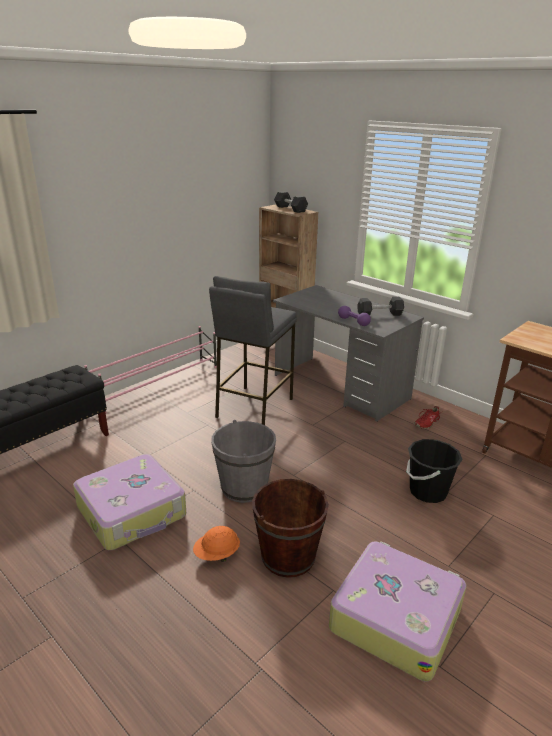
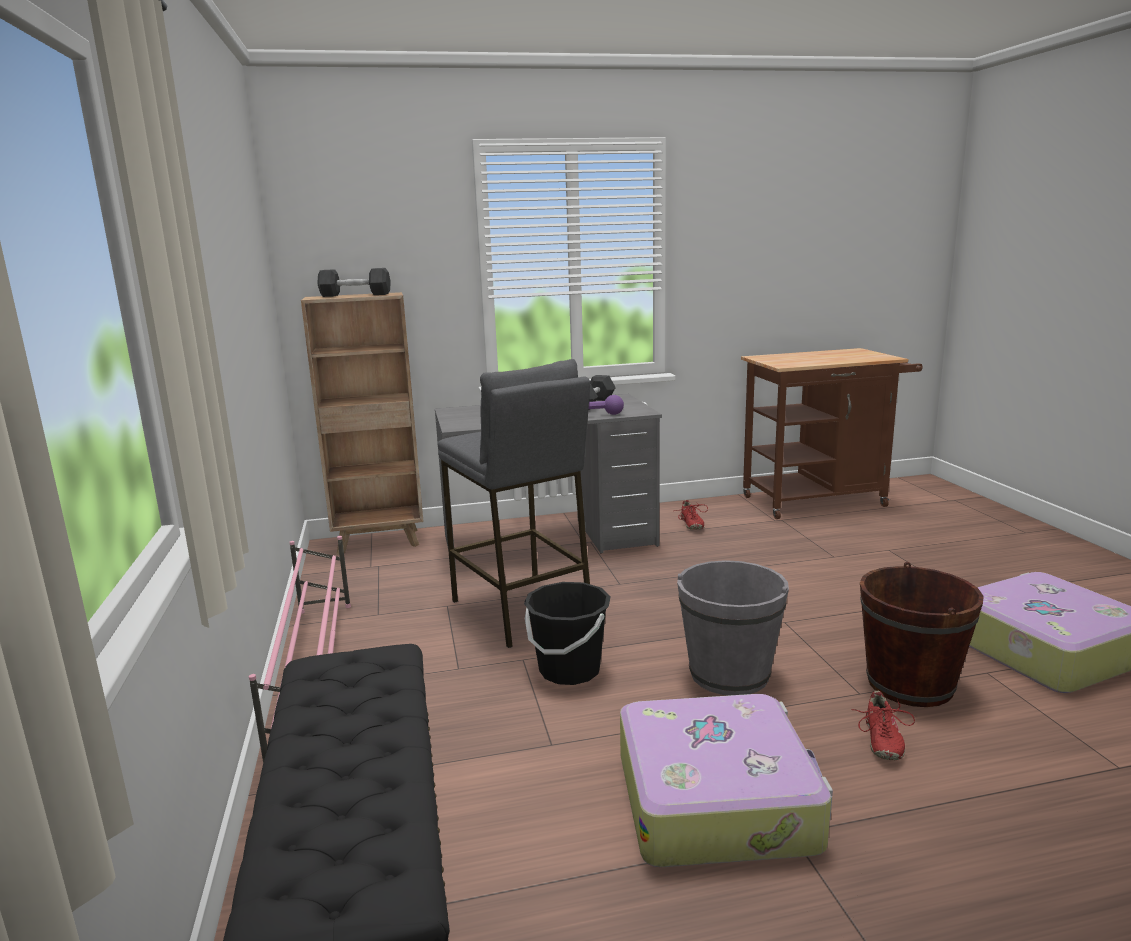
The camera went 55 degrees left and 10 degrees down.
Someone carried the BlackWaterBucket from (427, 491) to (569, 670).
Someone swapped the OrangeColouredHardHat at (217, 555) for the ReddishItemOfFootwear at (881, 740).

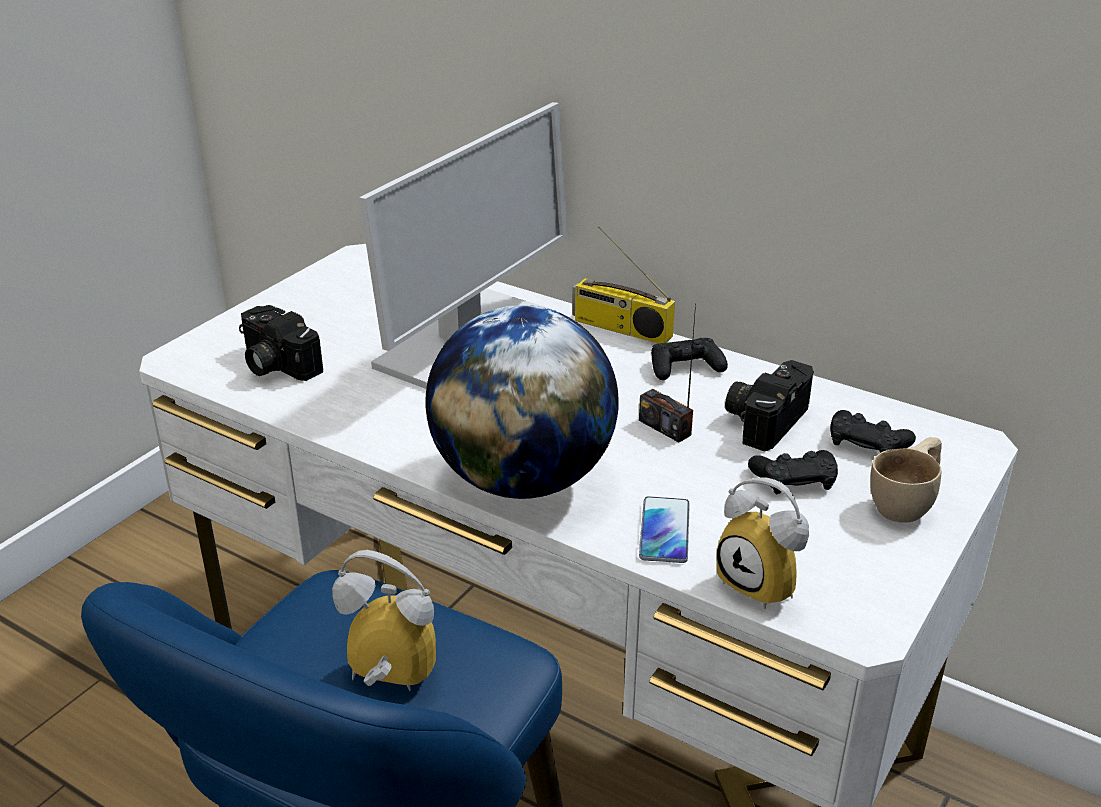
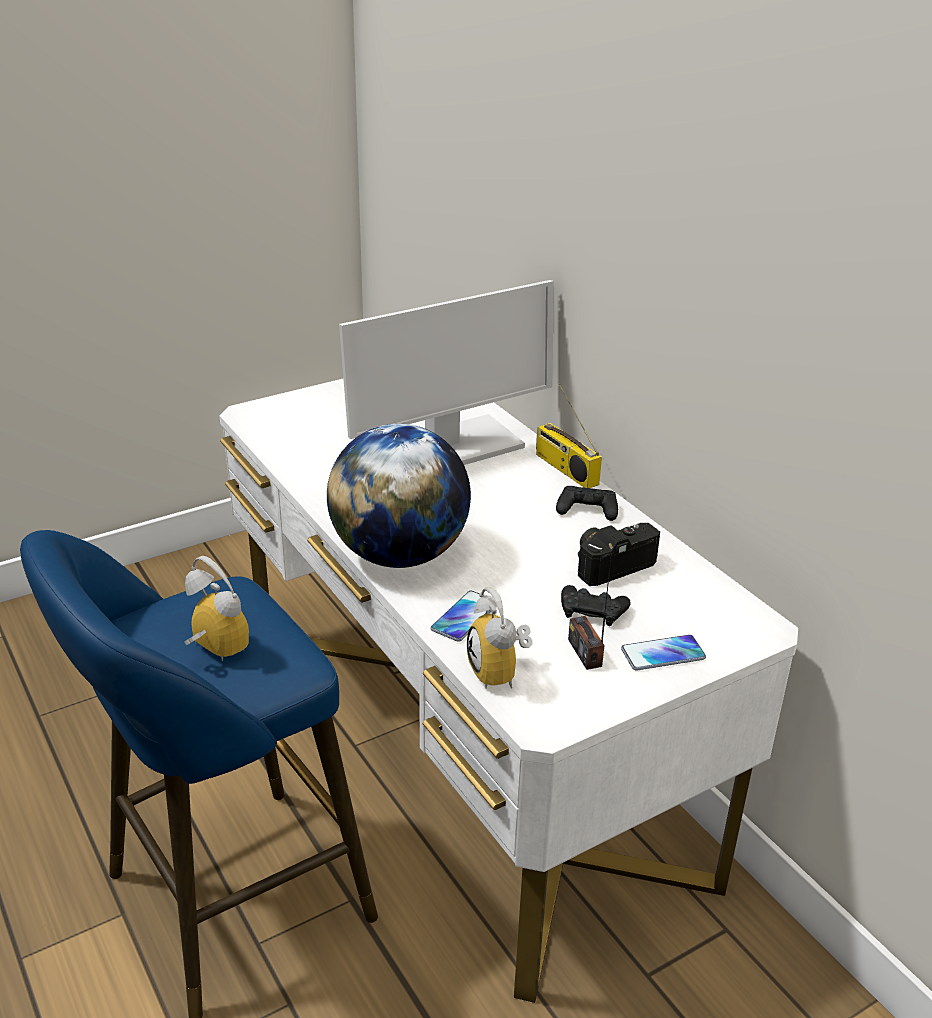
The camera went 25 degrees right and 0 degrees up.
Someone carried the RadioReceiver from (665, 427) to (585, 652).
Someone swapped the SandColouredSmallCup at (908, 503) for the Phone at (663, 654).
Someone took away the StillCamera at (274, 364).
Someone took away the BlackGamepad at (867, 443).

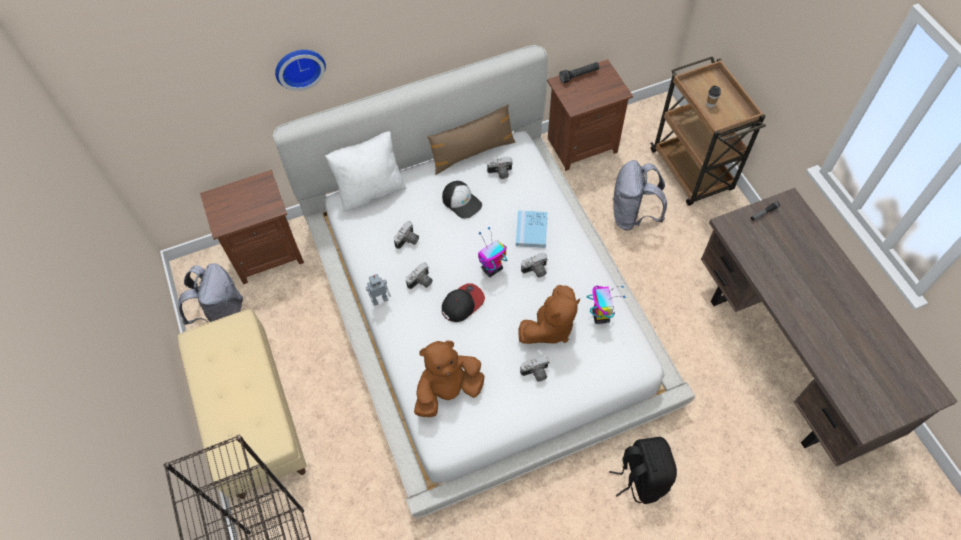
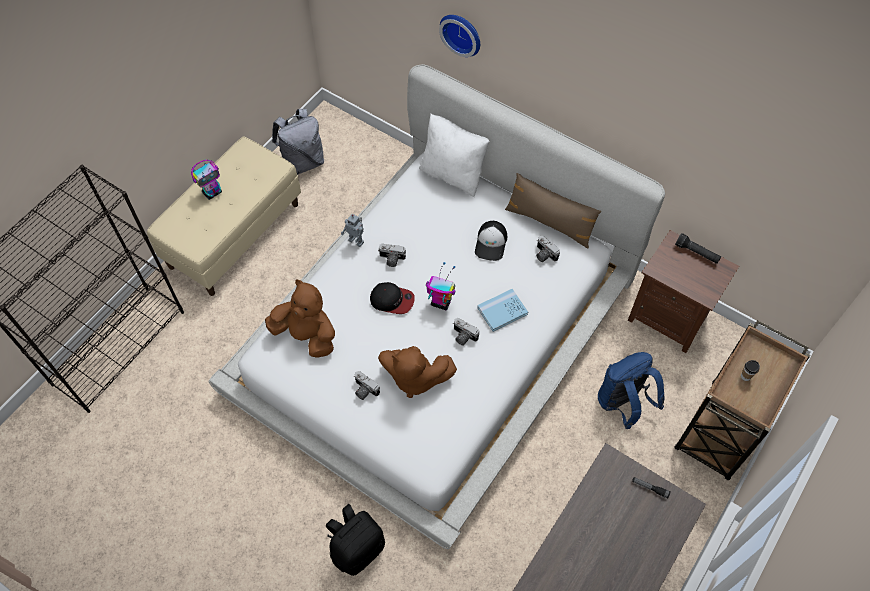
The camera went 55 degrees right and 0 degrees up.
Someone carried the ModelRobot from (600, 315) to (212, 192).
Someone repainted the GreyKnapsack at (632, 216), which became the BluishKnapsack at (623, 404).
Someone took away the BrownNightstand at (267, 253).
Someone took away the StillCamera at (408, 241).

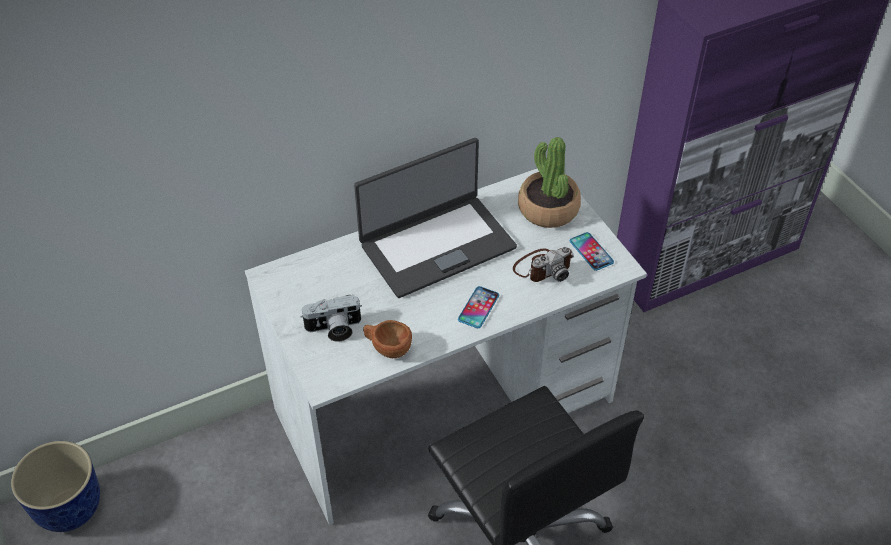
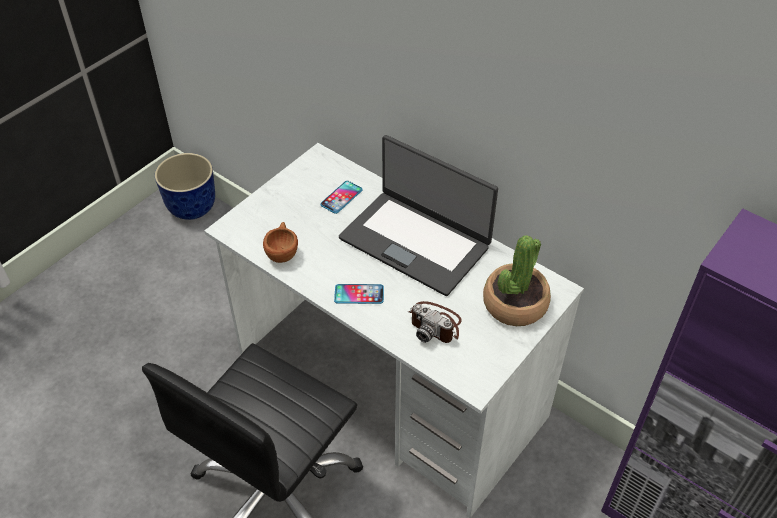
The camera went 65 degrees right and 0 degrees up.
Someone carried the Phone from (591, 252) to (341, 197).
Someone took away the StillCamera at (334, 329).

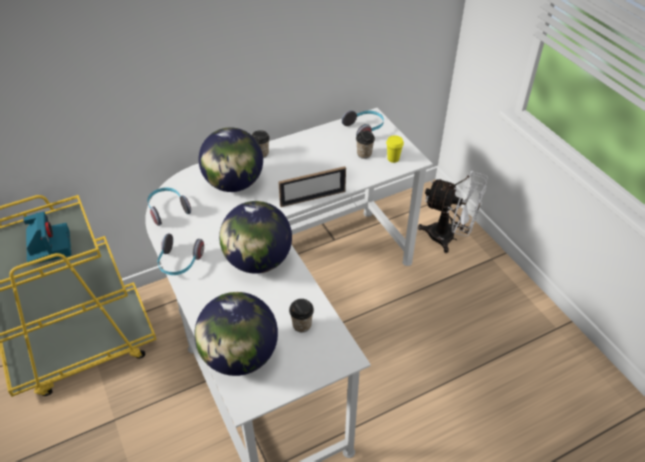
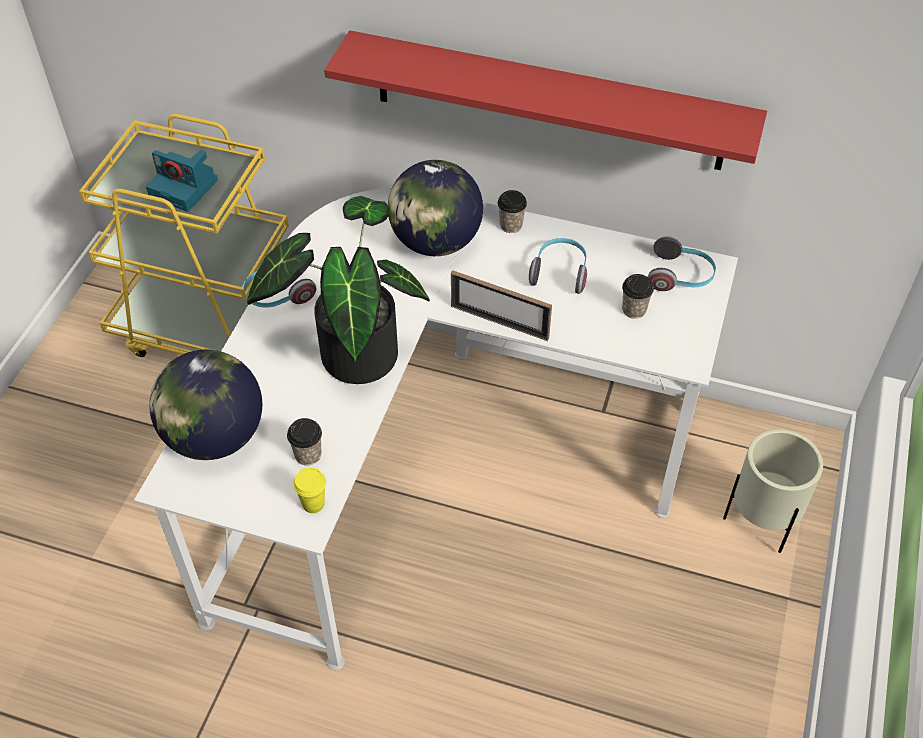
The camera went 45 degrees right and 5 degrees up.
Someone rotated the StillCamera at (48, 246) by 90 degrees clockwise.
Someone swapped the WorldGlobe at (258, 261) for the PlantInAPot at (351, 351).
Someone carried the YellowColouredSmallCup from (393, 159) to (313, 504).
Someone put up the ReddishBracketShelf at (548, 101).
Someone carried the PairOfHeadphones from (167, 210) to (560, 272).
Someone swapped the WhiteCoolingFan at (448, 237) for the SandColouredPlanter at (761, 523).

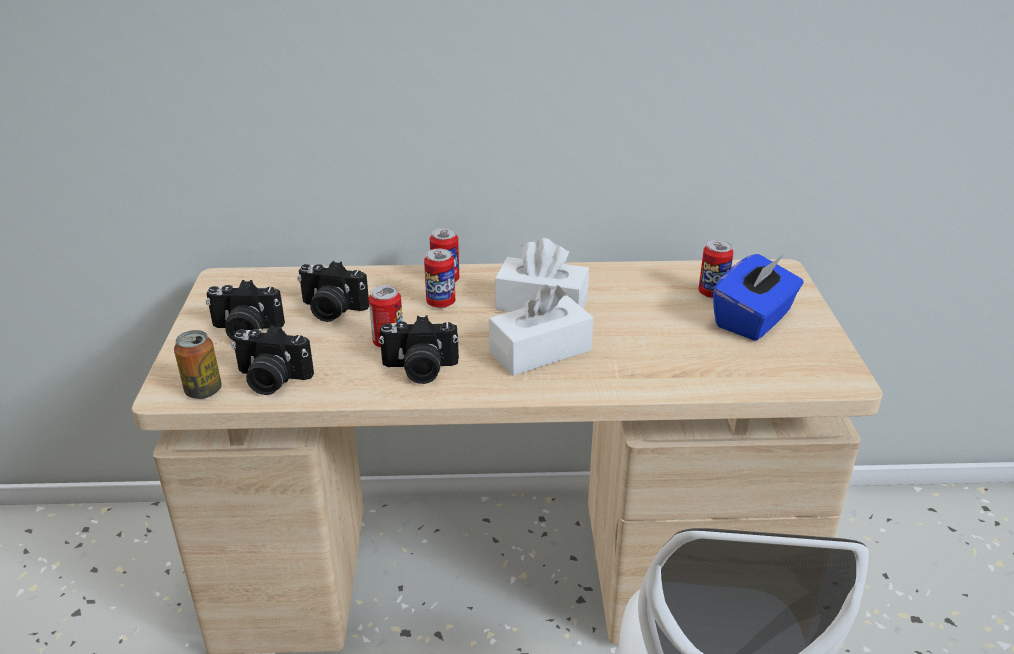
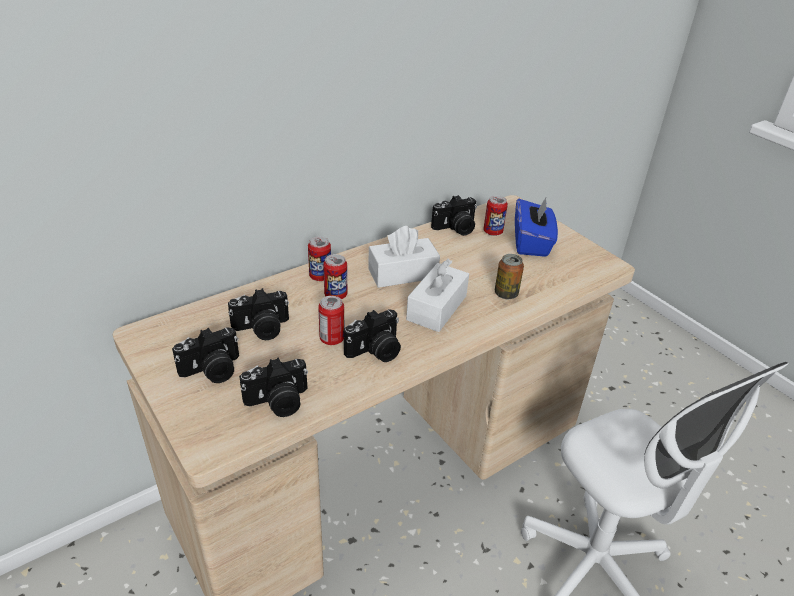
The camera went 35 degrees left and 5 degrees up.
Someone put down the StillCamera at (455, 228).
Someone carried the MetalCan from (203, 391) to (506, 294).

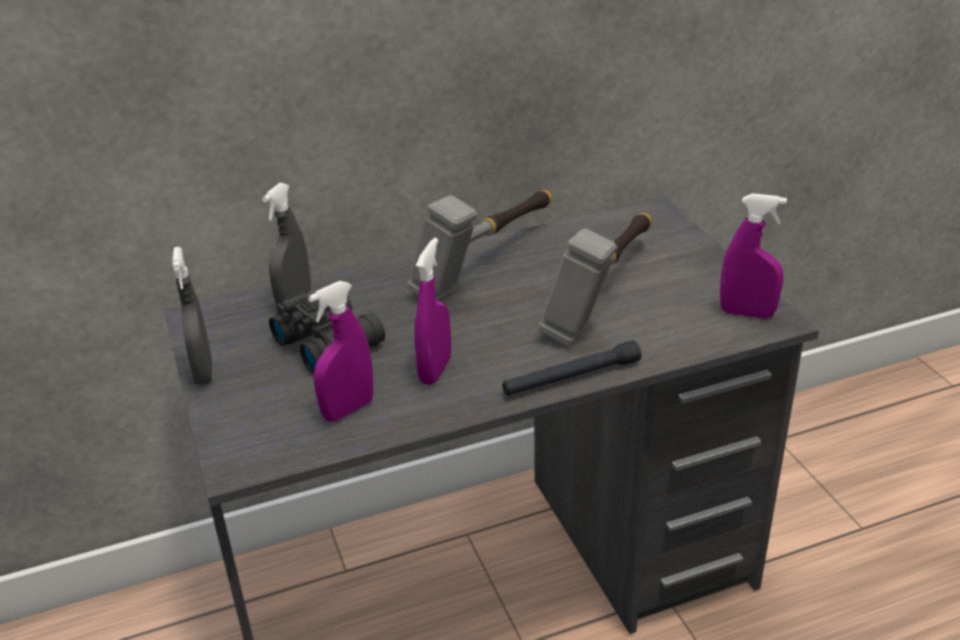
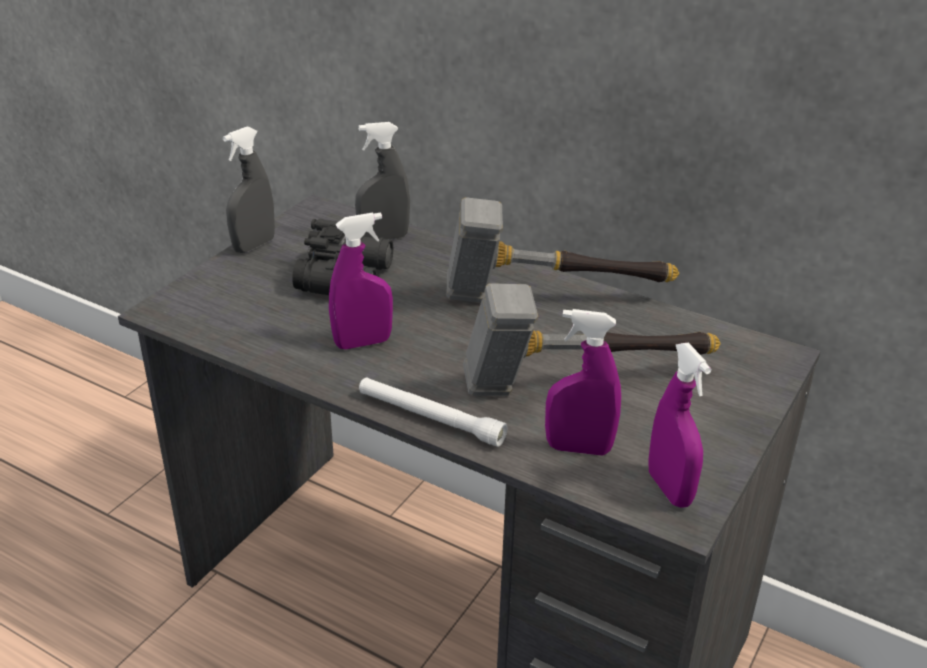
The camera went 50 degrees right and 0 degrees up.
Someone repainted the BlackTorch at (571, 378), which became the WhiteTorch at (430, 418).
Someone carried the PurpleSprayBottle from (348, 409) to (578, 448).

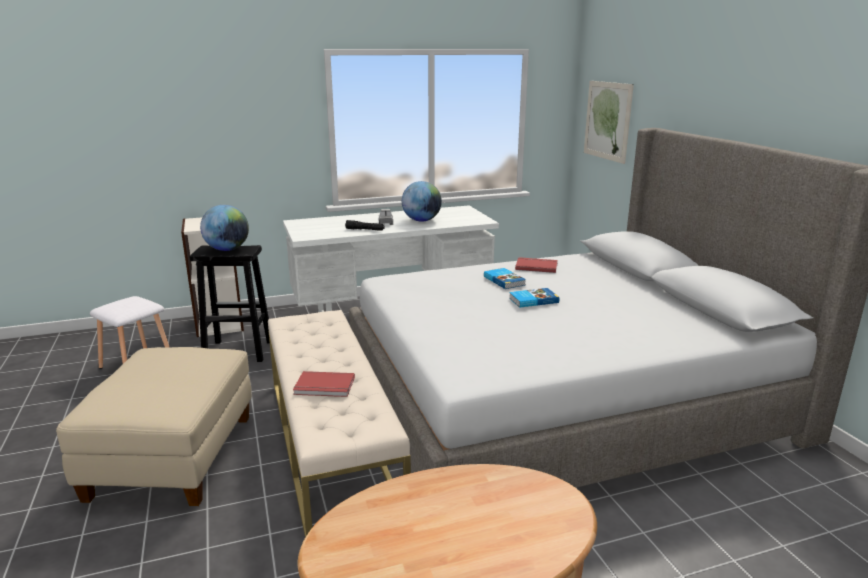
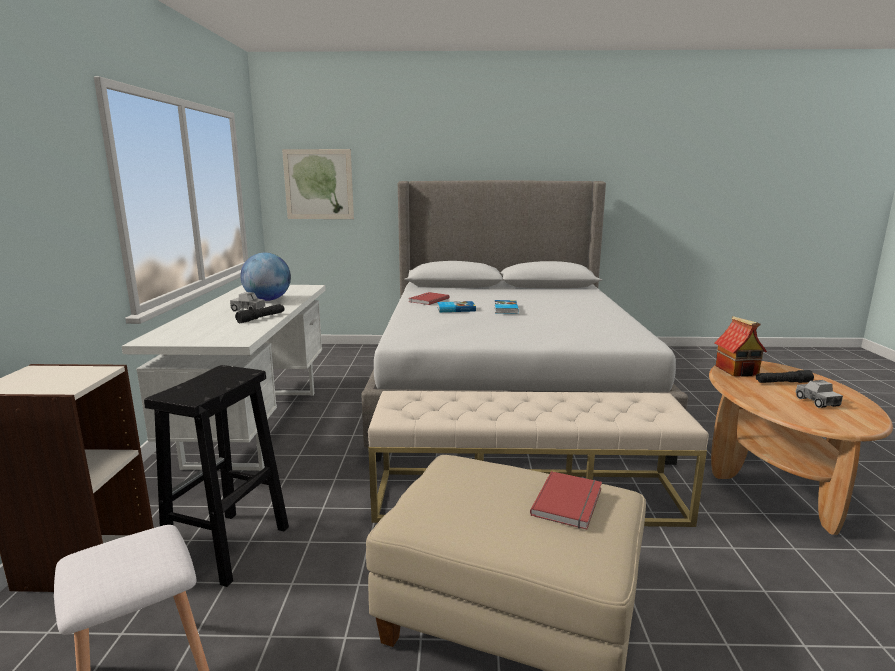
The camera went 70 degrees left and 5 degrees down.
Someone carried the ReddishVolume from (324, 387) to (570, 502).
Someone put down the ToyHouse at (737, 370).
Someone put down the BlackTorch at (783, 382).
Someone put down the ToyTruck at (816, 402).
Someone took away the WorldGlobe at (227, 249).

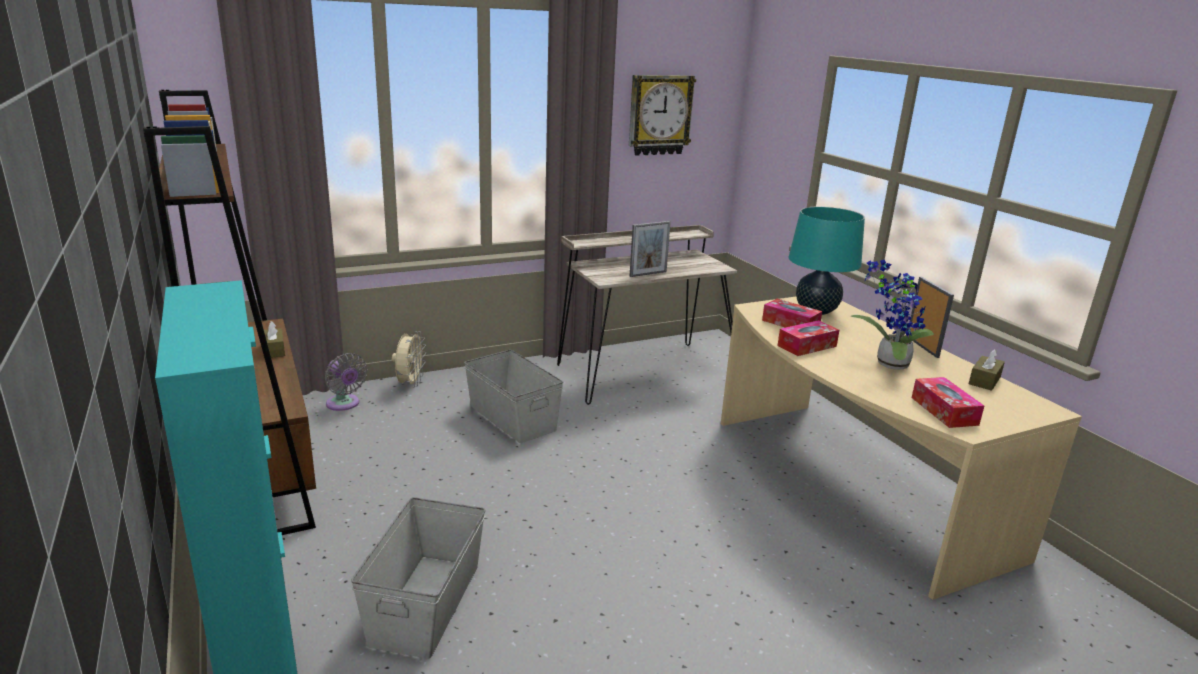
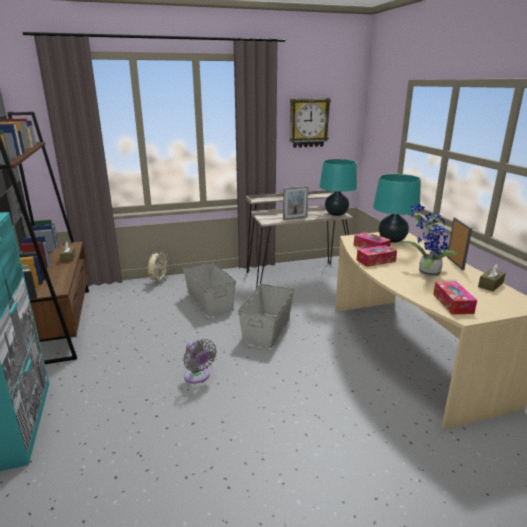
The camera went 10 degrees right and 0 degrees up.
Someone carried the GreyCoolingFan from (344, 404) to (198, 377).
Someone carried the GreyStorageBin from (427, 603) to (267, 329).
Someone put down the TurquoiseLampForATable at (336, 214).

